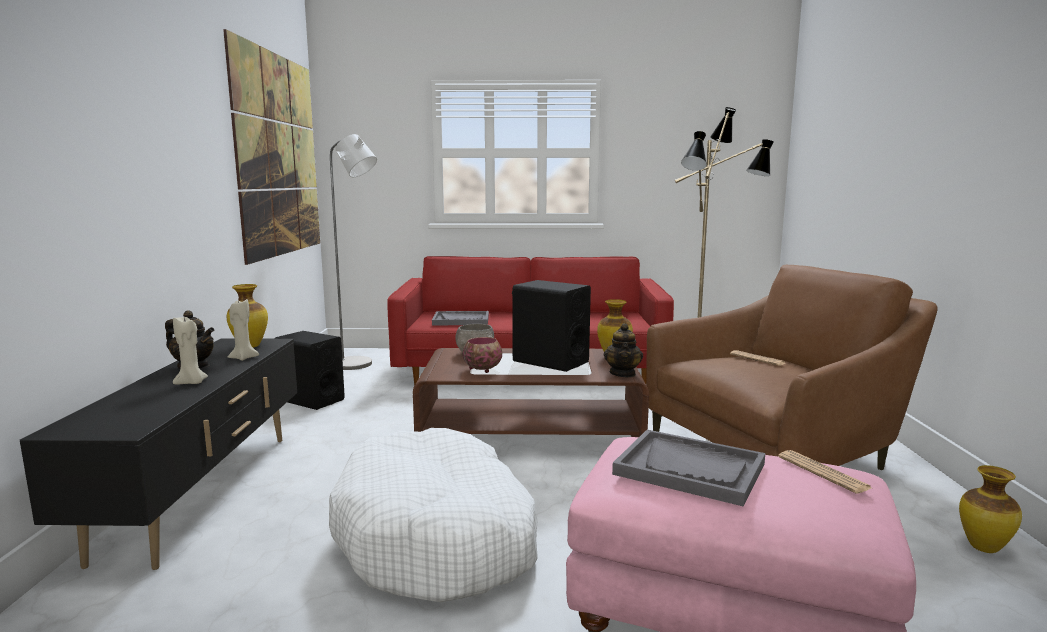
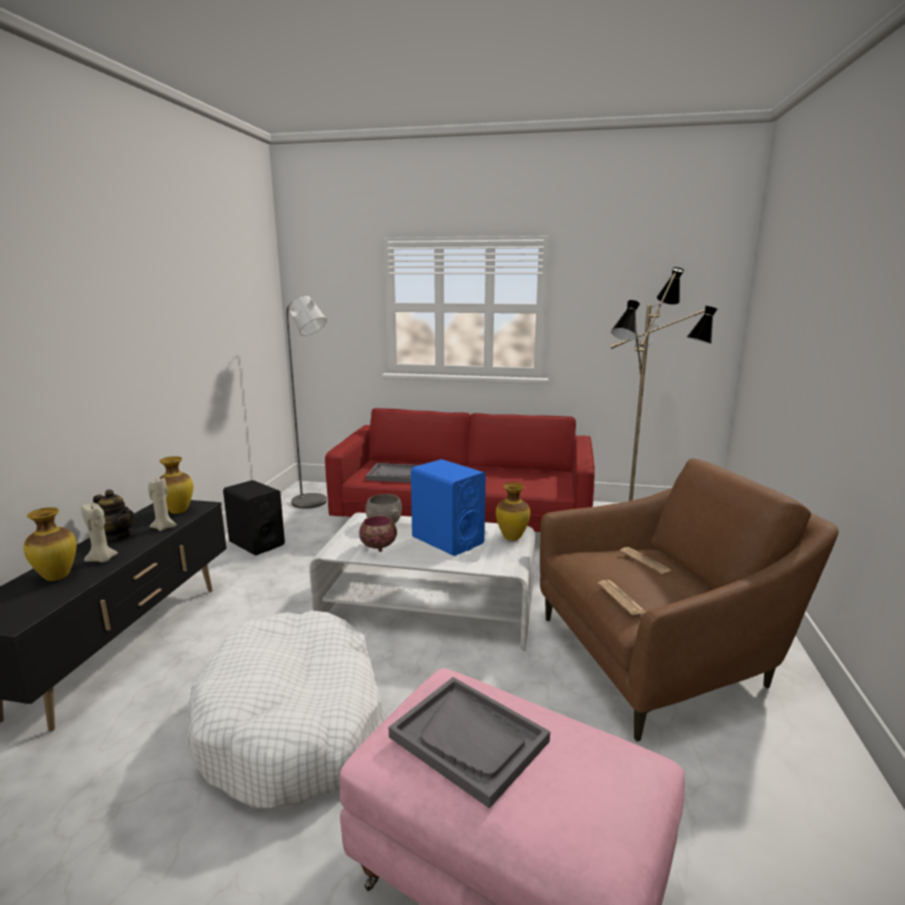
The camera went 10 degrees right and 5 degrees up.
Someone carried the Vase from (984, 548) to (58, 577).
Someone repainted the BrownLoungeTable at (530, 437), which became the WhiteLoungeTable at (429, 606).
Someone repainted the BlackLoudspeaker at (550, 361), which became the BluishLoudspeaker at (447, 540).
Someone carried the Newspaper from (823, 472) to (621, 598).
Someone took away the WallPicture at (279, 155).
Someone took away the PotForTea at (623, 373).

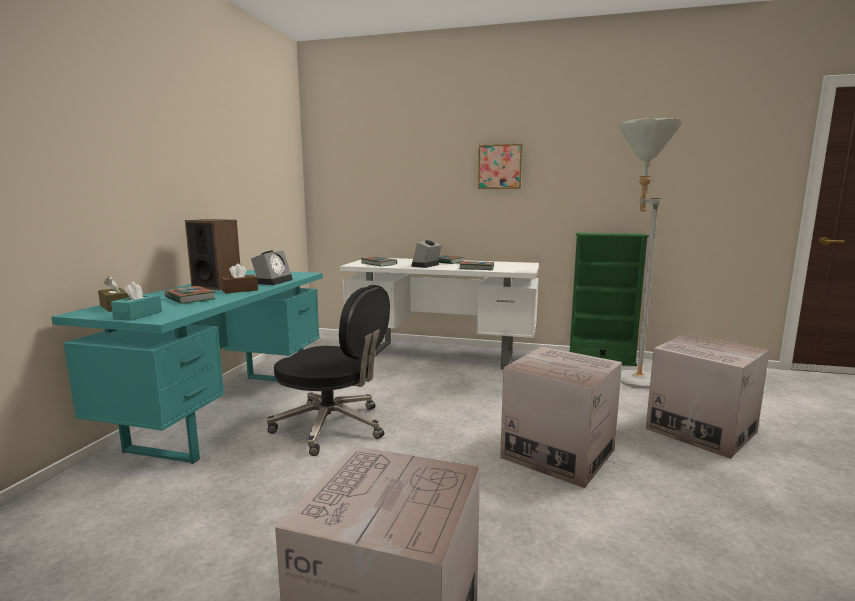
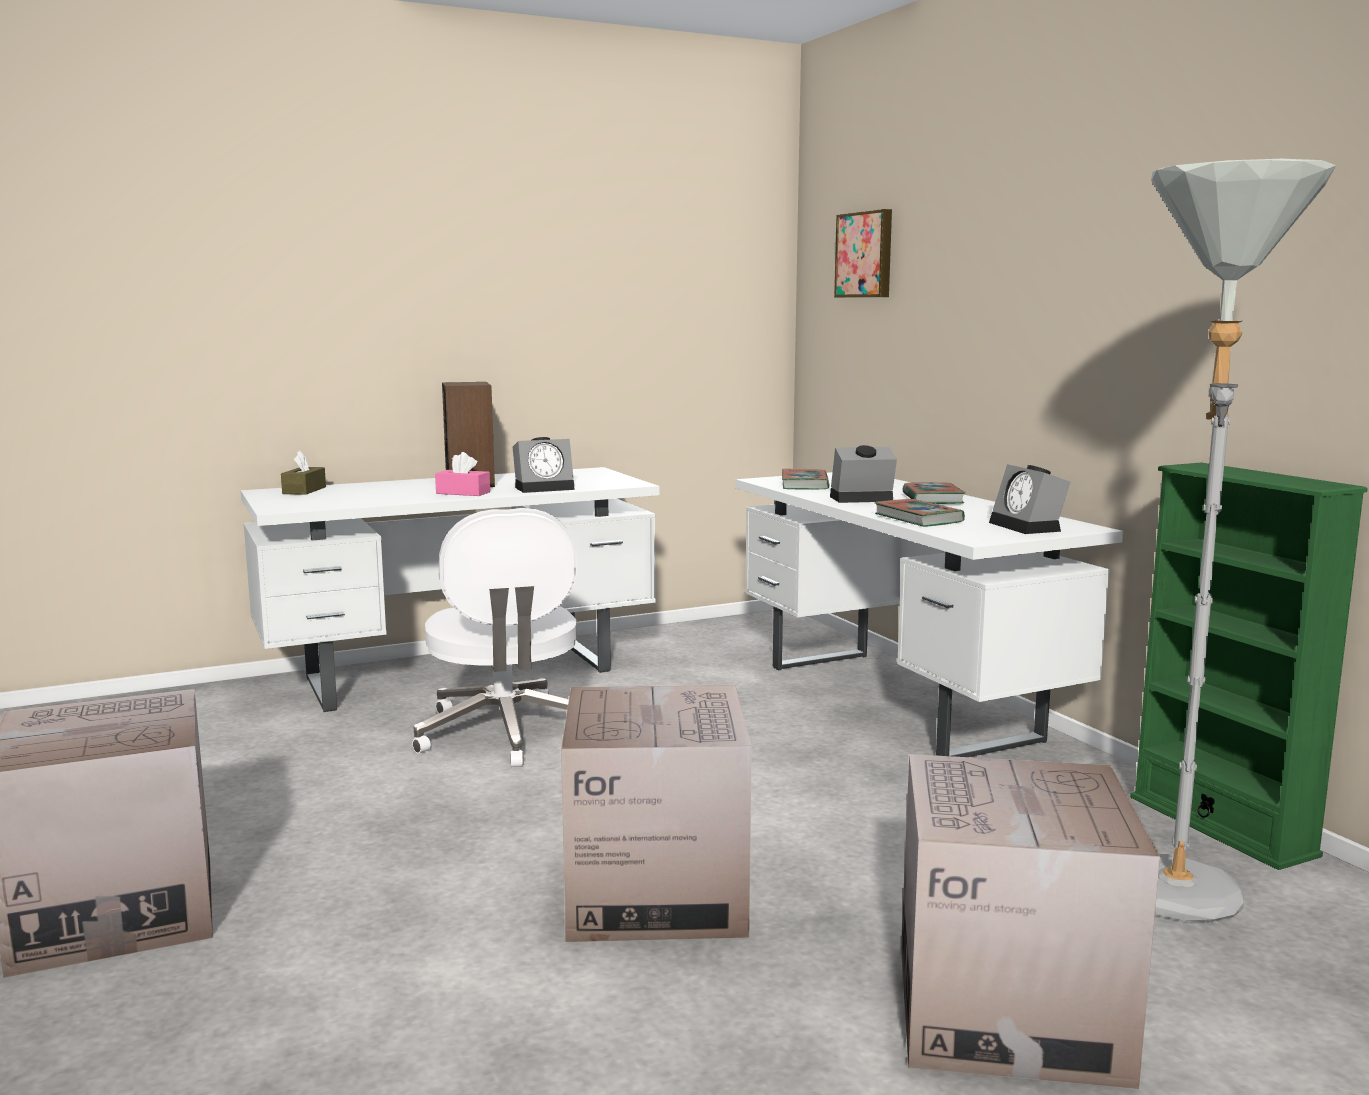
The camera went 50 degrees right and 0 degrees up.
Someone repainted the TurquoiseDeskUnit at (227, 411), which became the WhiteDeskUnit at (460, 674).
Someone repainted the BlackDeskChair at (333, 427), which became the WhiteDeskChair at (505, 733).
Someone repainted the BrownTissueBox at (240, 290), which became the PinkishTissueBox at (463, 493).
Someone carried the WallPicture from (500, 166) to (866, 255).
Someone put down the TableClock at (1028, 527).
Someone took away the TurquoiseTissueBox at (138, 315).
Someone took away the Volume at (190, 298).

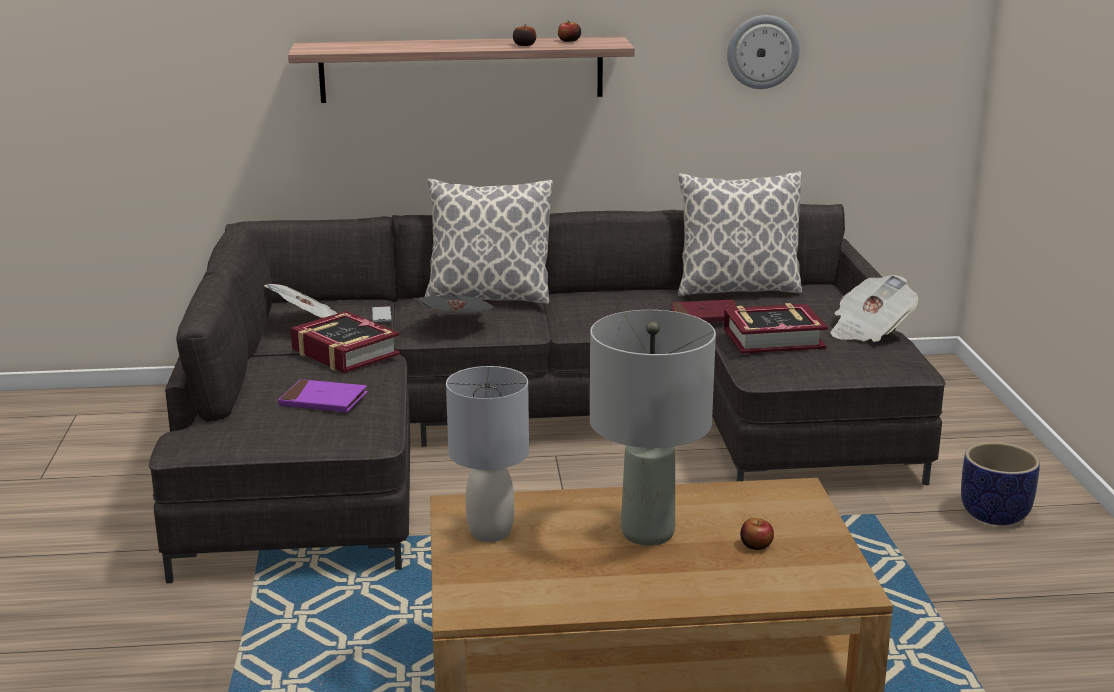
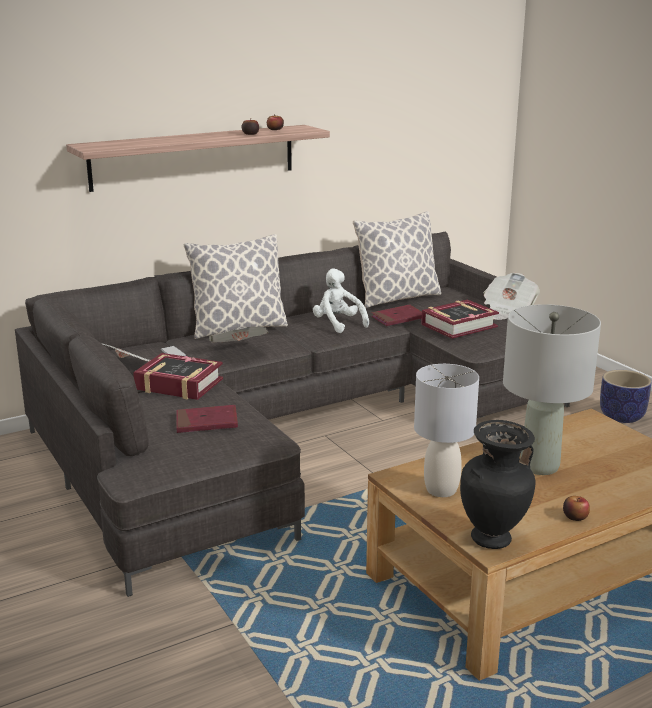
The camera went 25 degrees left and 0 degrees up.
Someone repainted the PurpleVolume at (323, 400), which became the ReddishVolume at (207, 422).
Someone put down the WhiteCuddlyToy at (338, 324).
Someone put down the BlackVase at (492, 540).
Someone carried the Apple from (756, 545) to (575, 517).
Someone took away the WallClock at (762, 52).

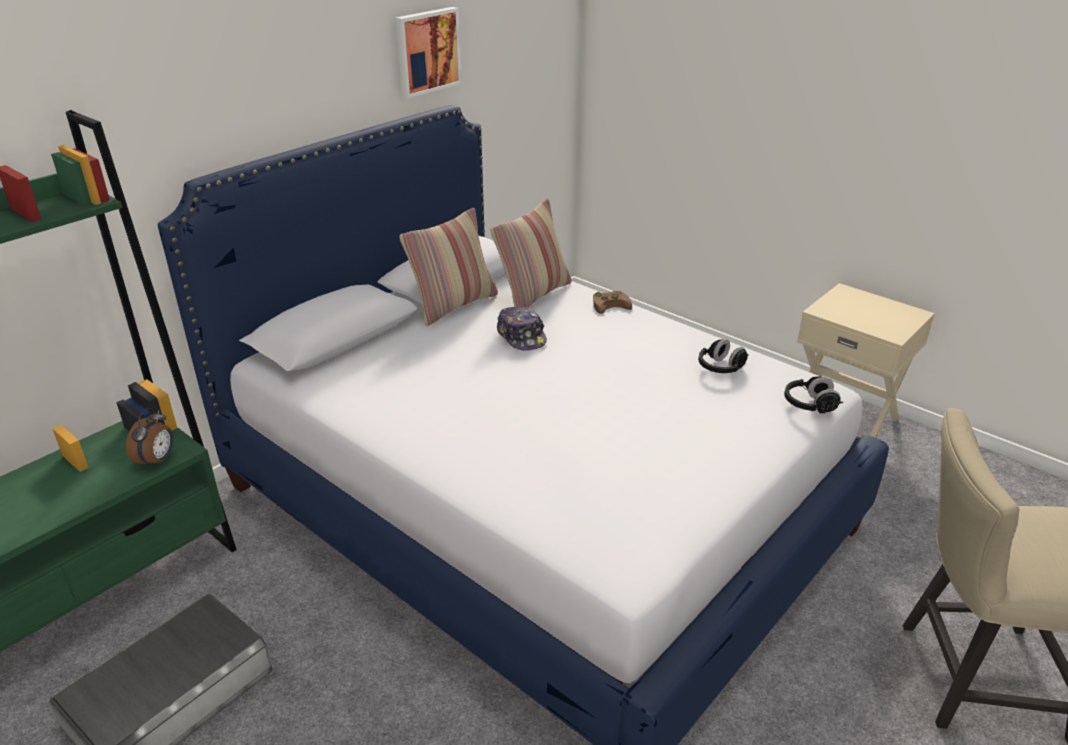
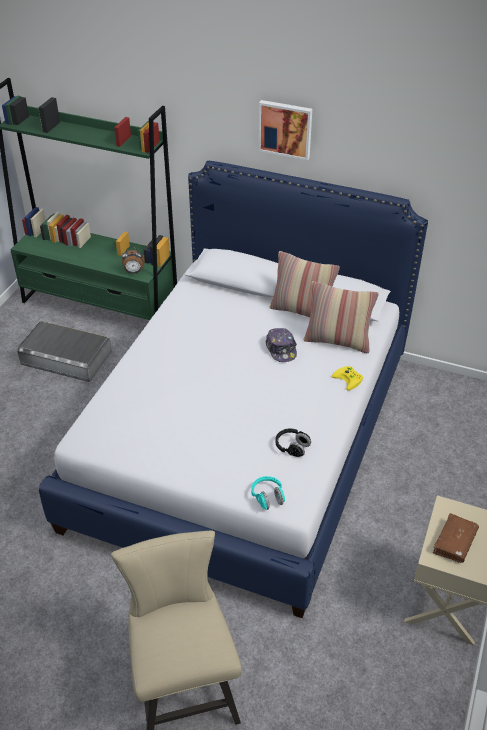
The camera went 70 degrees right and 10 degrees up.
Someone repainted the BlackPairOfHeadphones at (809, 405), which became the TurquoisePairOfHeadphones at (267, 497).
Someone carried the WallPicture from (426, 51) to (285, 129).
Someone rotated the BaseballCap at (521, 336) by 60 degrees counterclockwise.
Someone repainted the BrownGamepad at (611, 304), which became the YellowColouredGamepad at (349, 379).
Someone put down the BrownVolume at (454, 542).

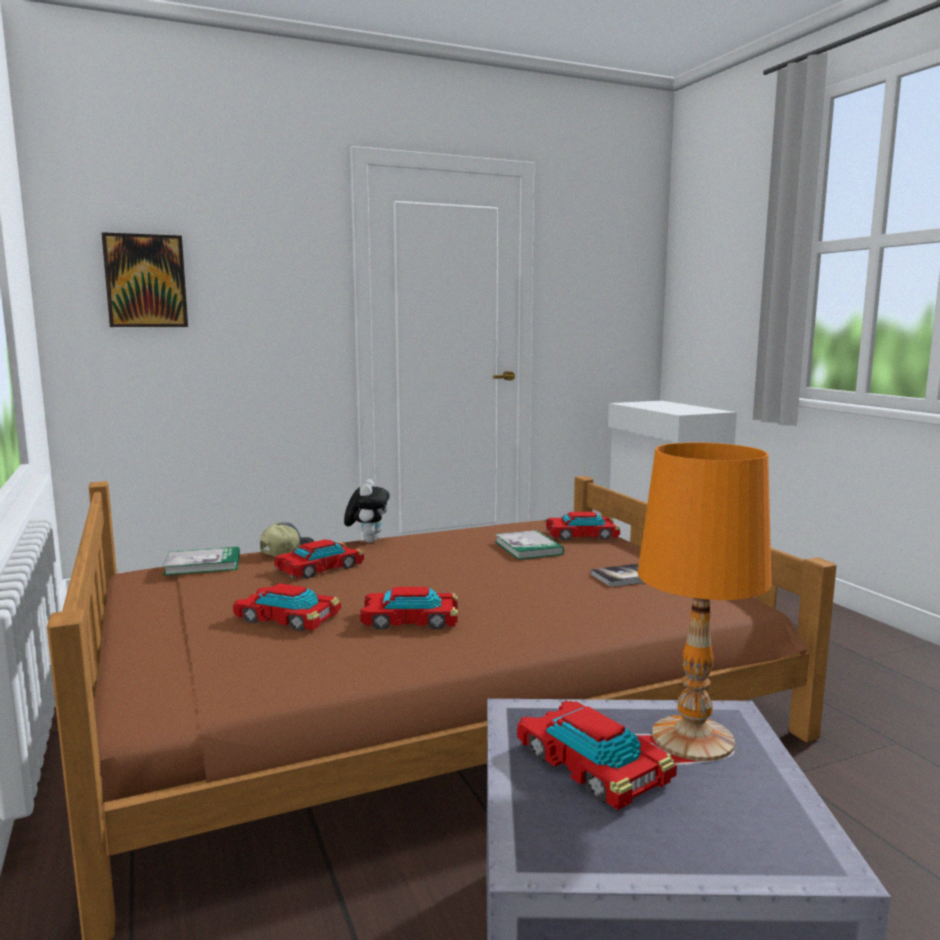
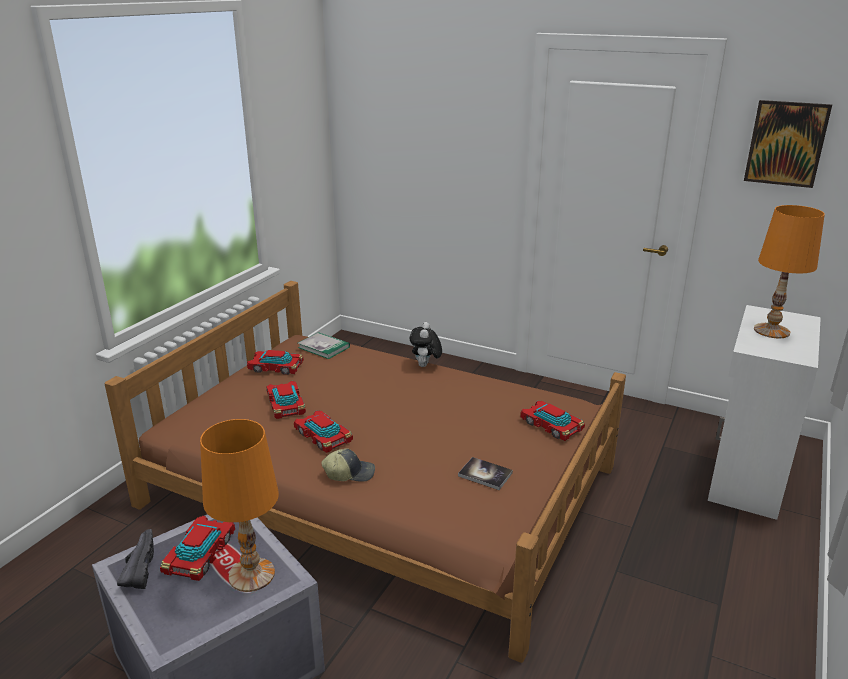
The camera went 50 degrees right and 15 degrees up.
Someone put down the BlackItemOfFootwear at (138, 569).
Someone carried the ToyCar from (319, 568) to (276, 367).
Someone carried the BaseballCap from (287, 550) to (349, 473).
Someone rotated the CuddlyToy at (368, 541) by 135 degrees clockwise.
Someone carried the WallPicture from (146, 281) to (786, 143).
Someone put down the OrangeColouredLampForATable at (771, 331).
Someone took away the Volume at (528, 548).

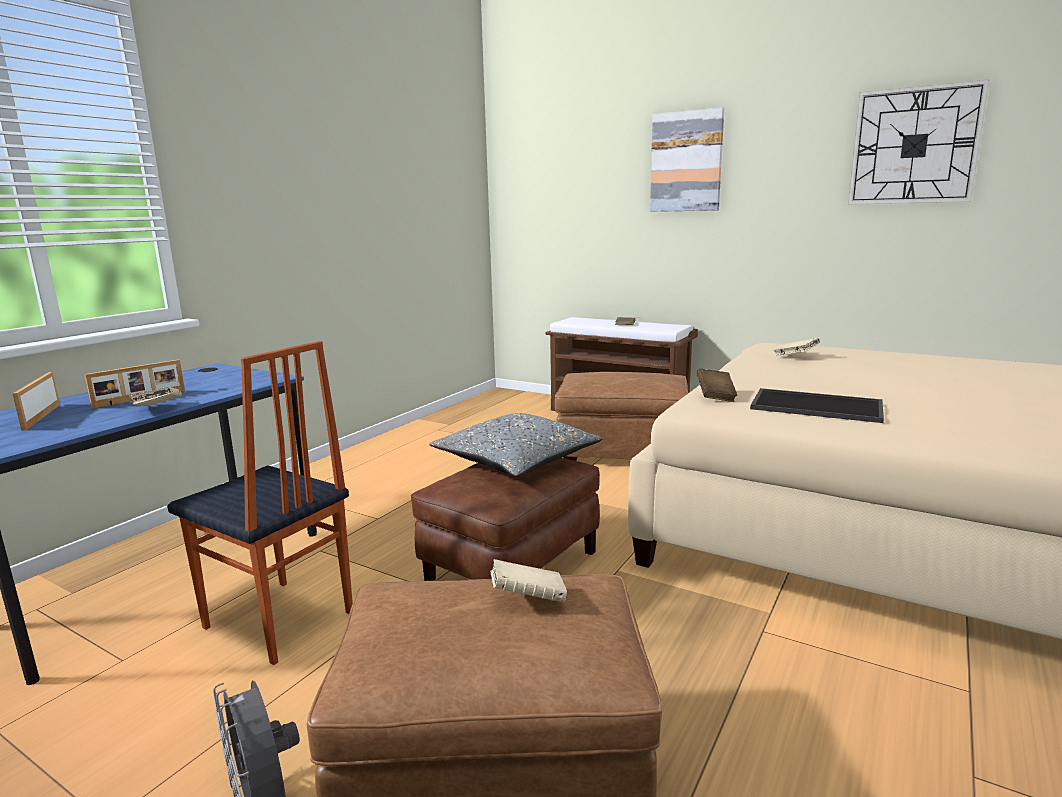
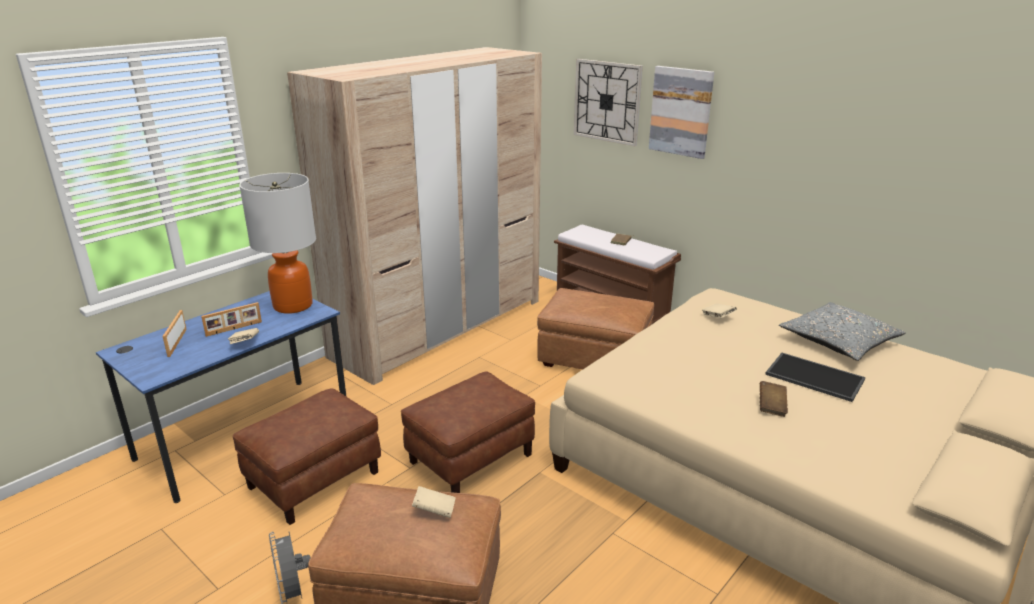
The camera went 10 degrees right and 10 degrees up.
Someone swapped the Chair at (278, 621) for the BrownFootrest at (314, 480).
Someone put down the LampForATable at (293, 306).
Someone put down the SandColouredArmoire at (440, 327).
Someone carried the WallClock from (914, 146) to (607, 101).
Someone carried the BrownVolume from (715, 396) to (771, 407).
Someone carried the Tray from (814, 406) to (813, 377).
Someone carried the GreyPillow from (517, 461) to (839, 342).

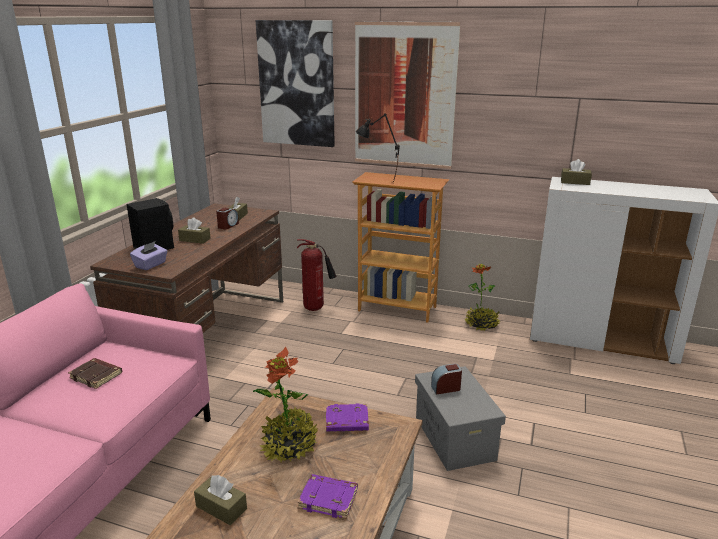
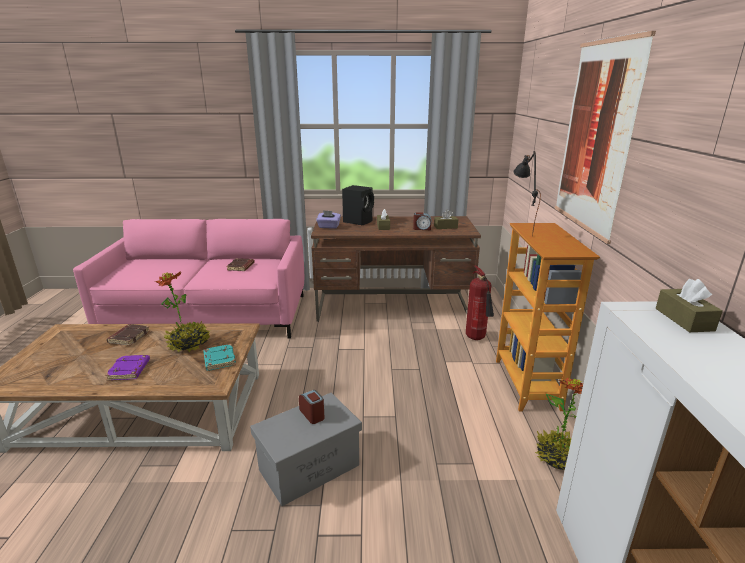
The camera went 70 degrees right and 0 degrees up.
Someone swapped the BrownTissueBox at (221, 507) for the BrownVolume at (129, 337).
Someone repainted the PurpleVolume at (346, 422), which became the TurquoiseVolume at (219, 360).
Someone took away the WallPicture at (297, 84).

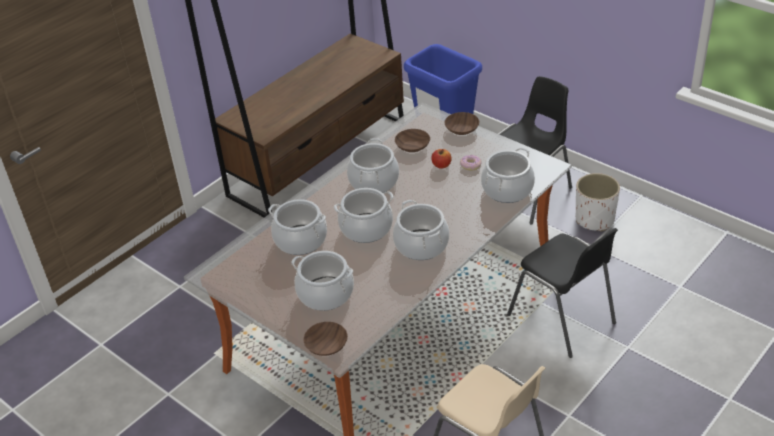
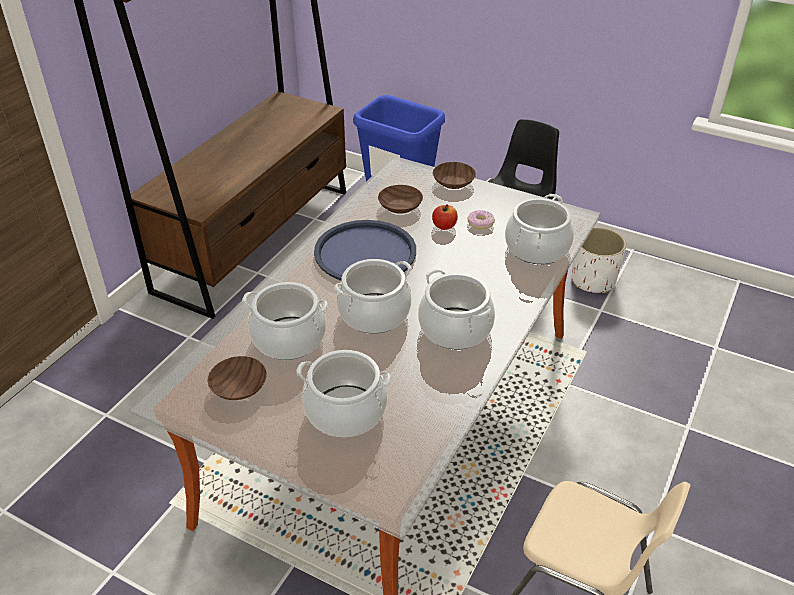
The camera went 15 degrees left and 0 degrees up.
Someone carried the BrownServingBowl from (326, 346) to (238, 388).
Someone swapped the Stockpot at (374, 181) for the BluishTray at (365, 253).
Someone took away the BlackChair at (562, 319).

